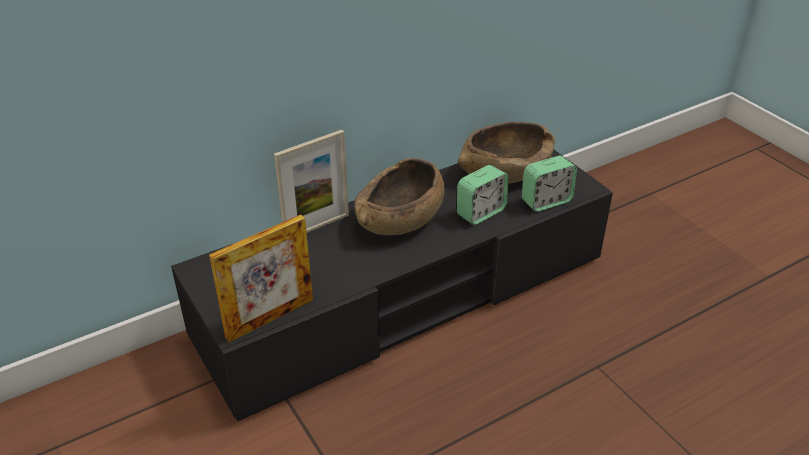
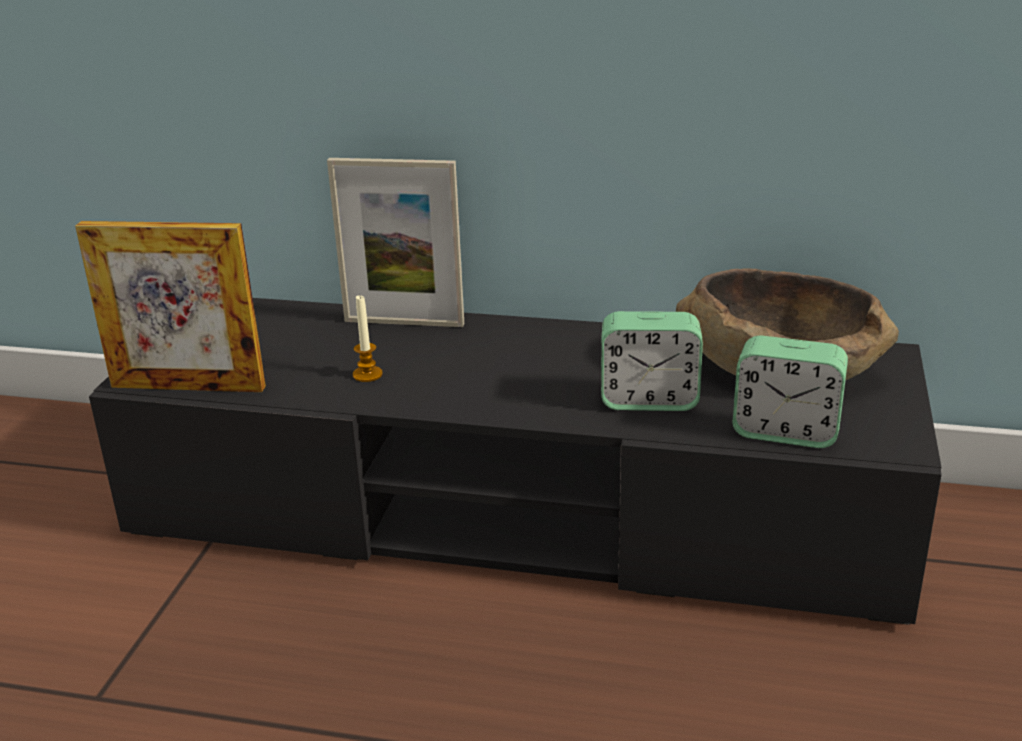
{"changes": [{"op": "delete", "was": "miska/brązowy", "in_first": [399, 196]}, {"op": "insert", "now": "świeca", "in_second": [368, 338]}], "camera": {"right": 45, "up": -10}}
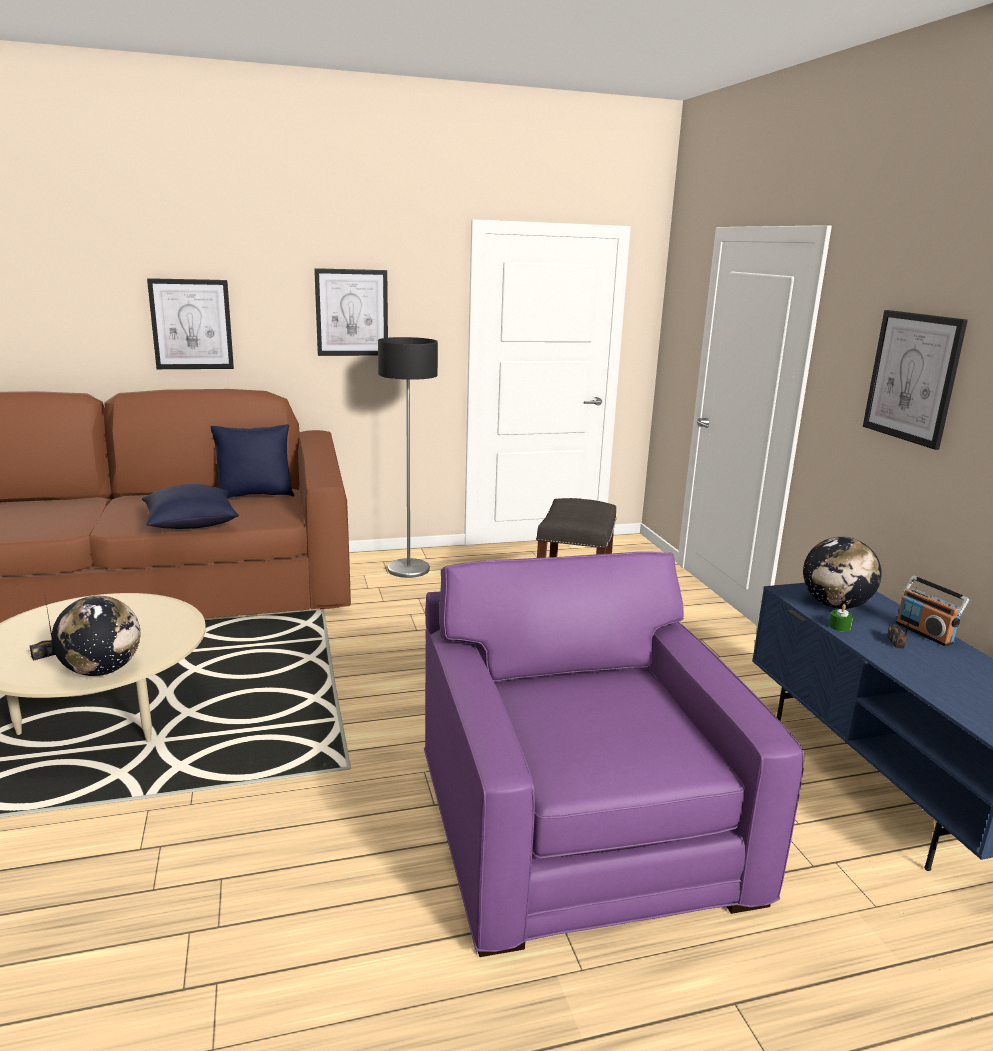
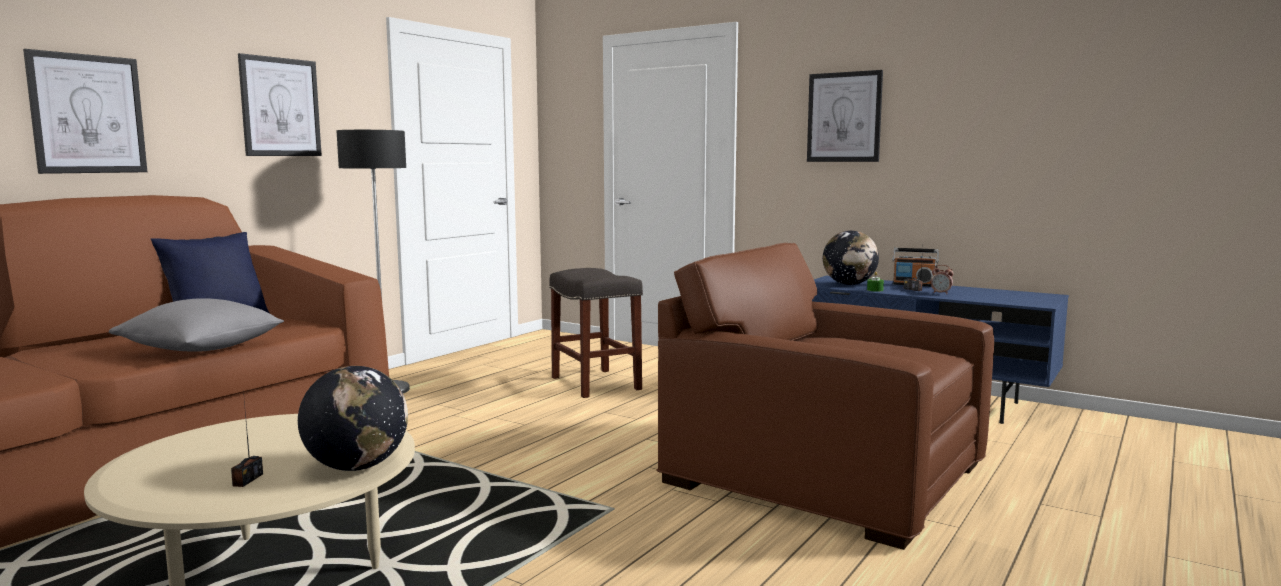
{"changes": [{"op": "recolor", "was": "poduszka/niebieski", "now": "poduszka/szary", "in_first": [190, 506], "in_second": [196, 325]}, {"op": "recolor", "was": "fotel/fioletowy", "now": "fotel/brązowy", "in_first": [614, 754], "in_second": [825, 396]}, {"op": "insert", "now": "budzik", "in_second": [942, 279]}], "camera": {"right": -40, "up": -10}}
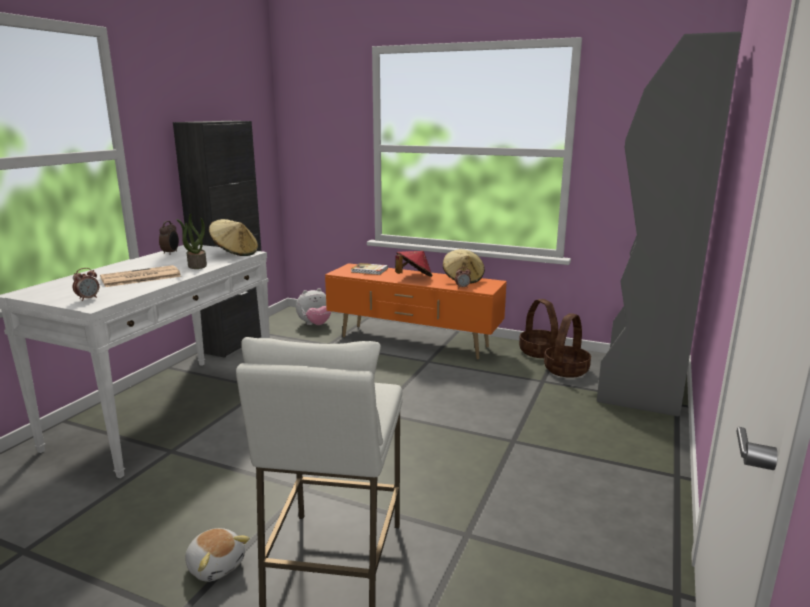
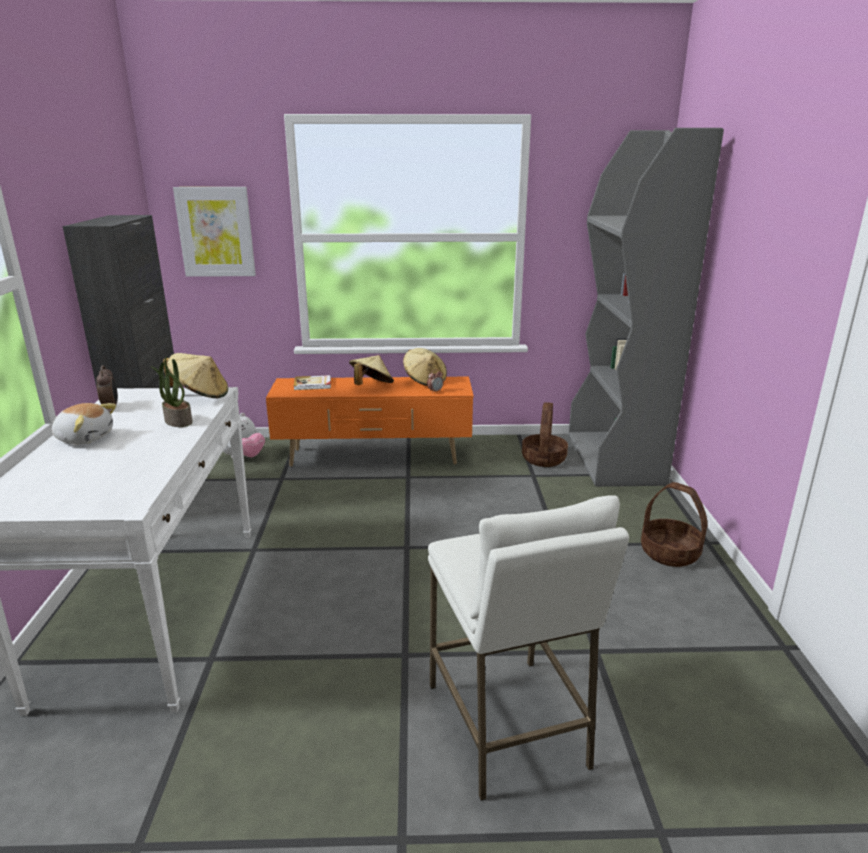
{"changes": [{"op": "delete", "was": "budzik", "in_first": [86, 284]}, {"op": "delete", "was": "gazeta", "in_first": [140, 276]}, {"op": "move", "was": "pluszak", "in_first": [217, 555], "in_second": [84, 424]}, {"op": "recolor", "was": "kapelusz/czerwony", "now": "kapelusz/beżowy", "in_first": [413, 264], "in_second": [371, 370]}, {"op": "move", "was": "koszyk", "in_first": [538, 328], "in_second": [674, 524]}, {"op": "insert", "now": "obraz", "in_second": [214, 232]}], "camera": {"right": -25, "up": 5}}
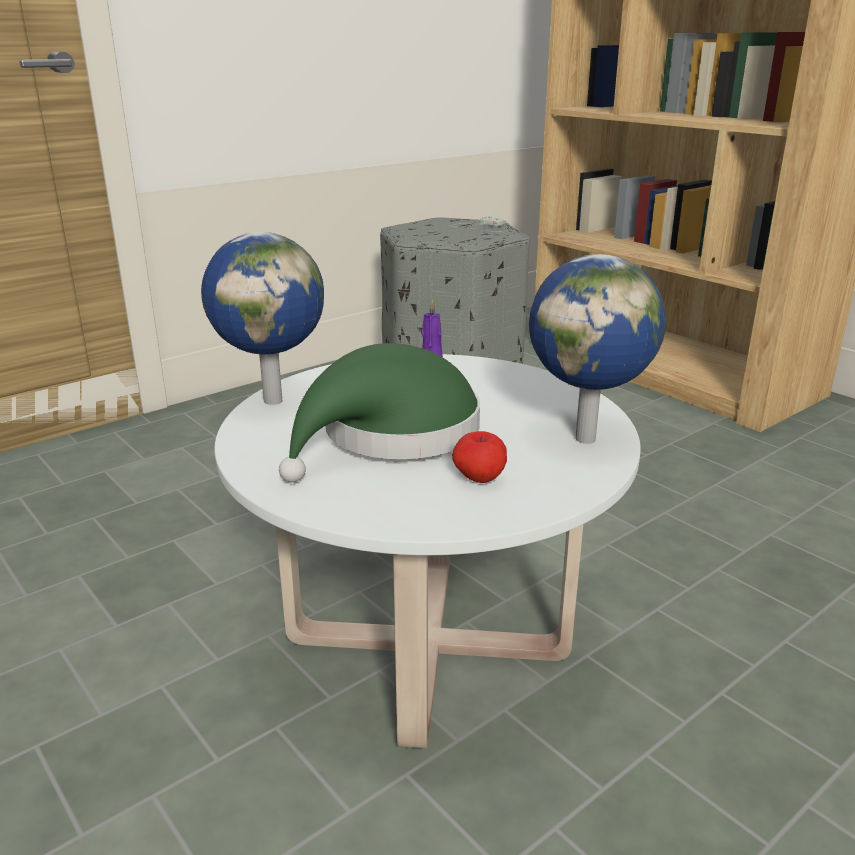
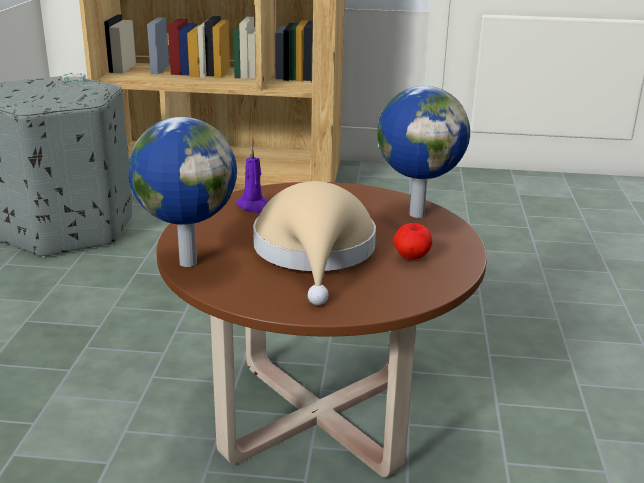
{"changes": [{"op": "recolor", "was": "ława/biały", "now": "ława/brązowy", "in_first": [427, 551], "in_second": [322, 329]}, {"op": "recolor", "was": "kapelusz/zielony", "now": "kapelusz/beżowy", "in_first": [379, 412], "in_second": [314, 243]}], "camera": {"right": -45, "up": 0}}
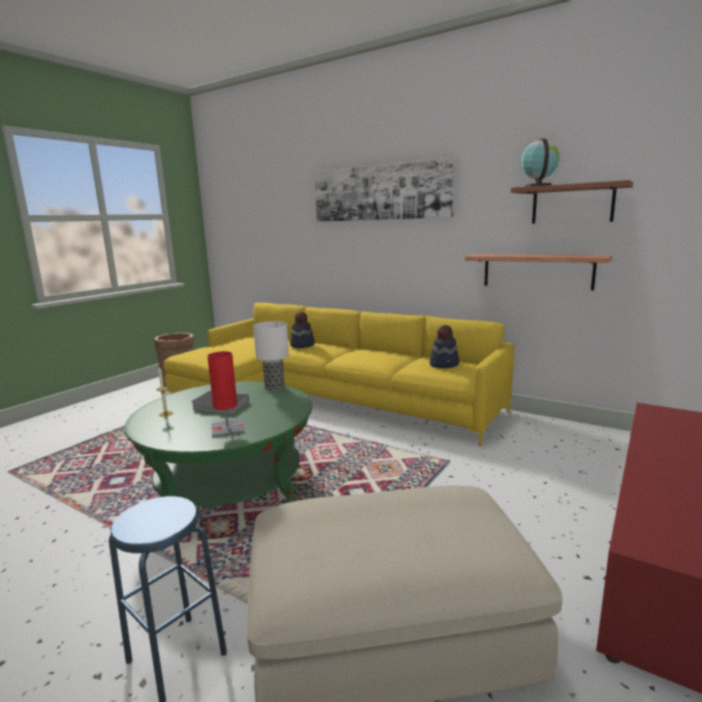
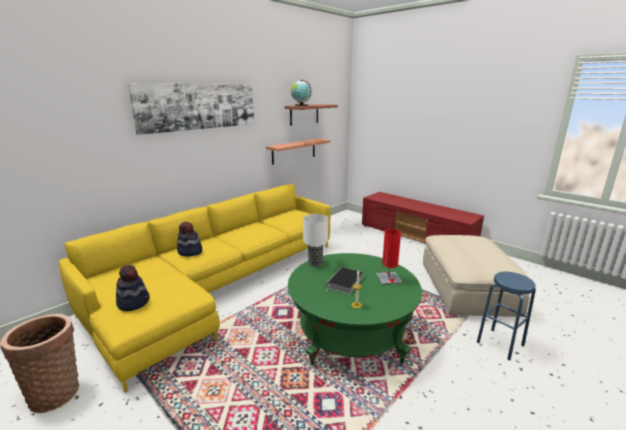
{"changes": [{"op": "move", "was": "kapelusz", "in_first": [445, 346], "in_second": [133, 288]}], "camera": {"right": -80, "up": 5}}
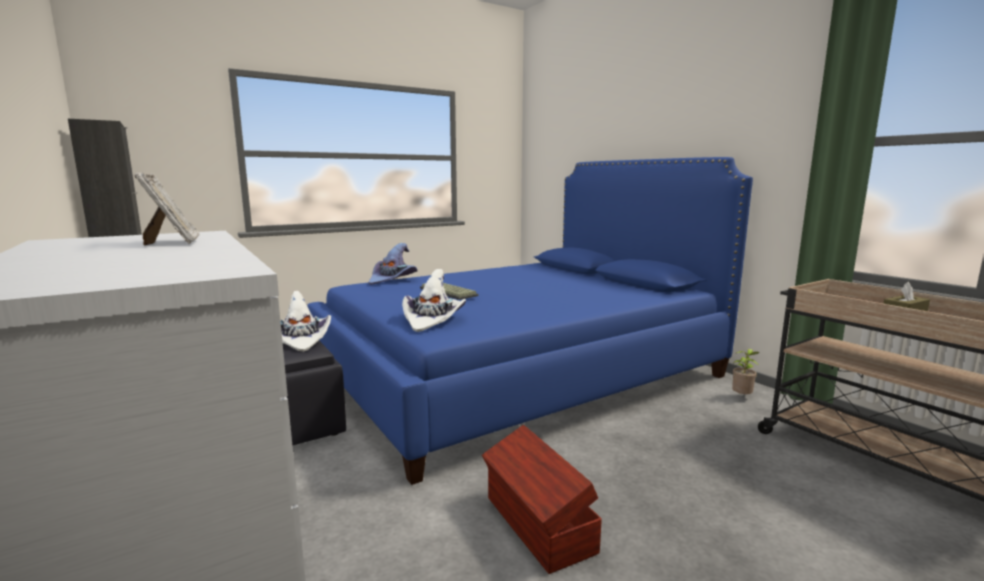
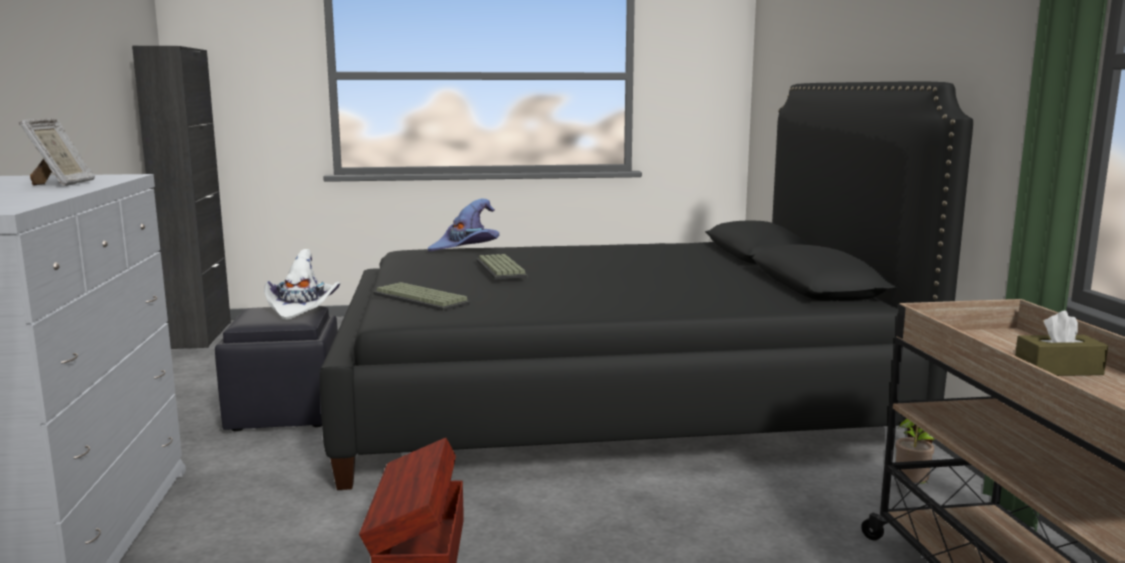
{"changes": [{"op": "recolor", "was": "łóżko/niebieski", "now": "łóżko/czarny", "in_first": [530, 321], "in_second": [646, 286]}, {"op": "replace", "was": "kapelusz/biały", "now": "klawiatura", "in_first": [434, 300], "in_second": [422, 296]}], "camera": {"right": 25, "up": 0}}
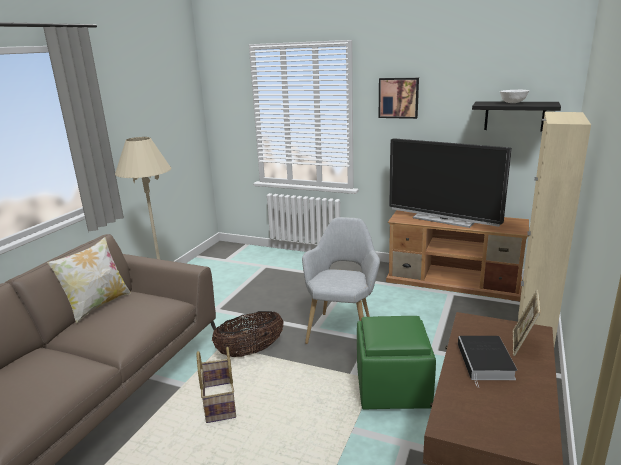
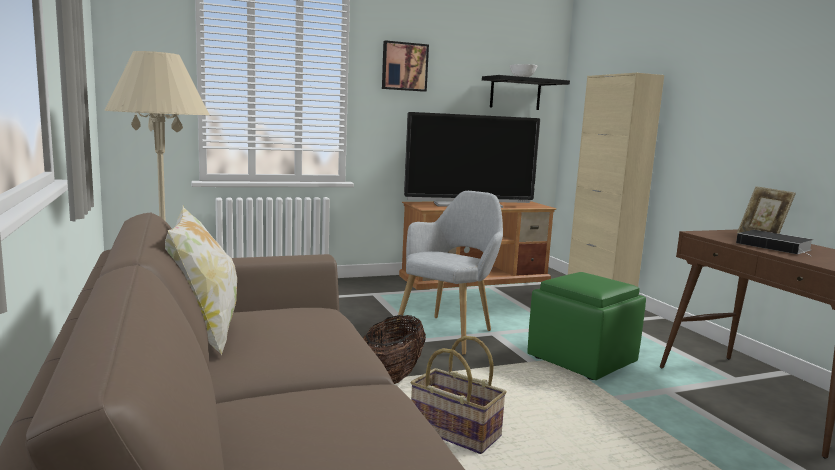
{"changes": [{"op": "rotate", "was": "fotel/szary", "in_first": [341, 280], "in_second": [449, 273], "clockwise": 60}], "camera": {"right": -45, "up": -10}}
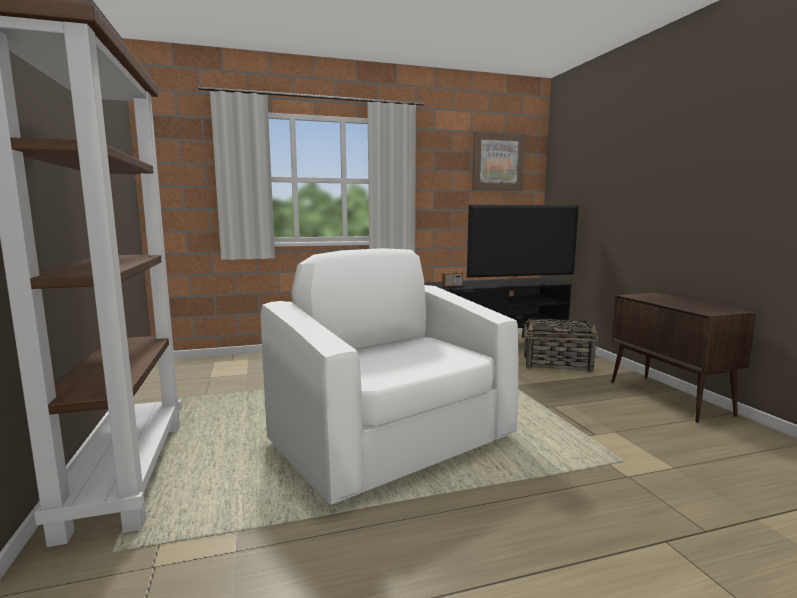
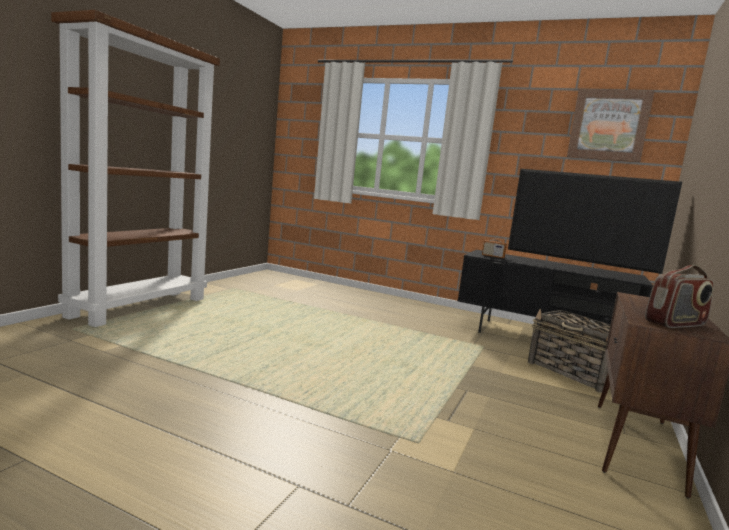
{"changes": [{"op": "delete", "was": "fotel/biały", "in_first": [389, 376]}, {"op": "insert", "now": "radio", "in_second": [679, 296]}], "camera": {"right": 40, "up": 0}}
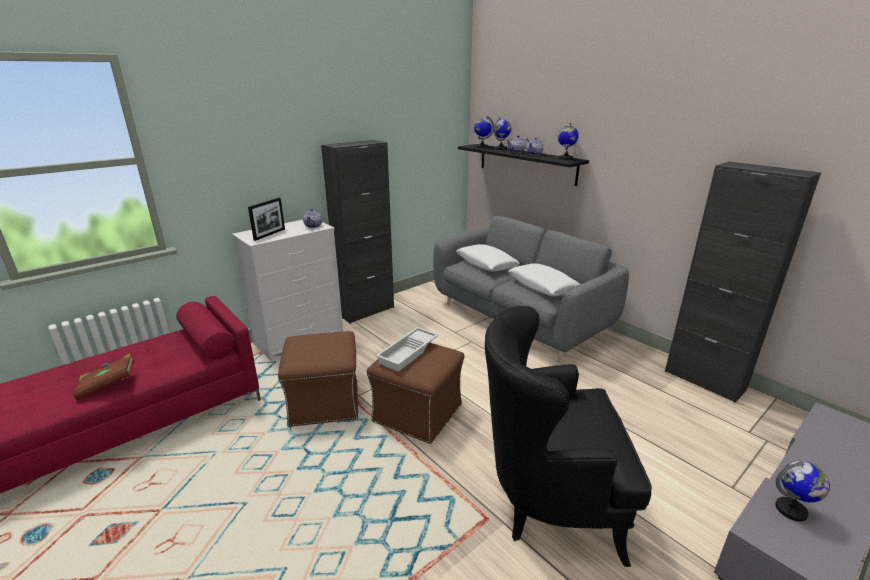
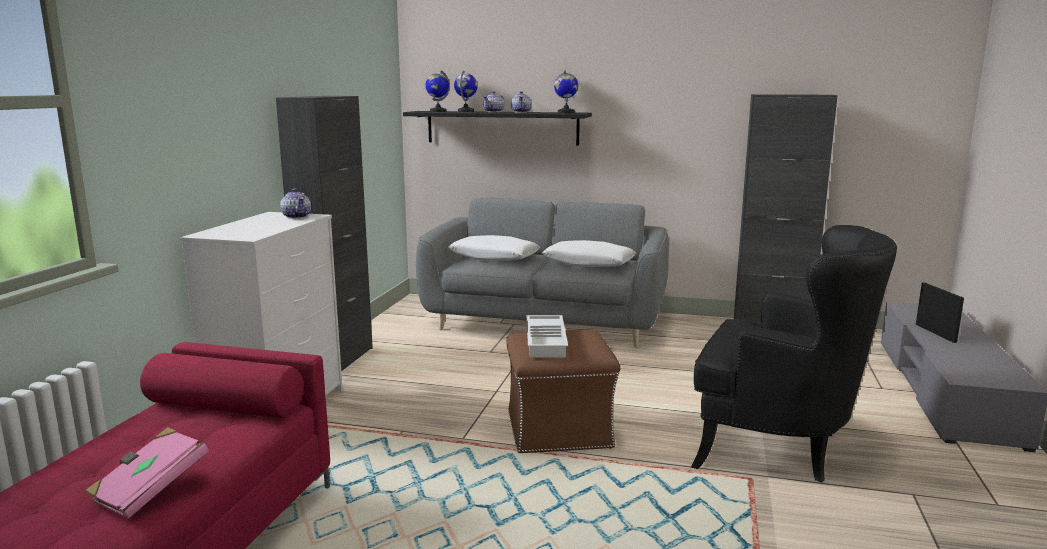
{"changes": [{"op": "recolor", "was": "książka/brązowy", "now": "książka/różowy", "in_first": [104, 376], "in_second": [147, 473]}, {"op": "move", "was": "ramka na zdjęcie", "in_first": [266, 219], "in_second": [940, 312]}, {"op": "delete", "was": "pufa/brązowy", "in_first": [318, 379]}, {"op": "rotate", "was": "fotel/czarny", "in_first": [568, 436], "in_second": [794, 354], "clockwise": -120}, {"op": "delete", "was": "globus", "in_first": [802, 491]}], "camera": {"right": -35, "up": -10}}
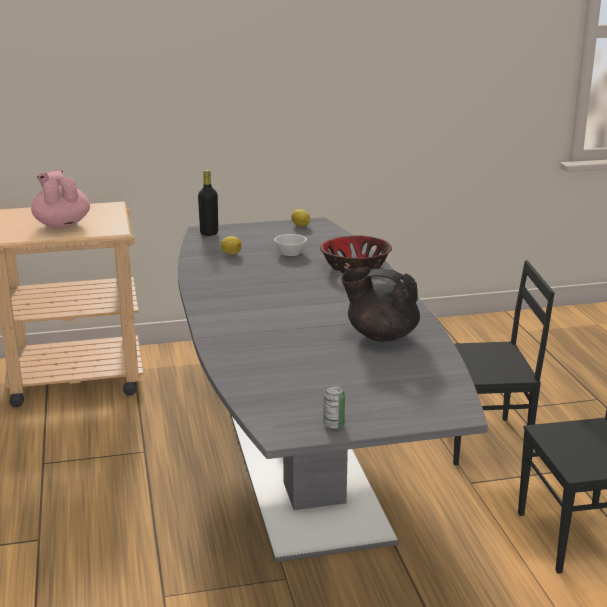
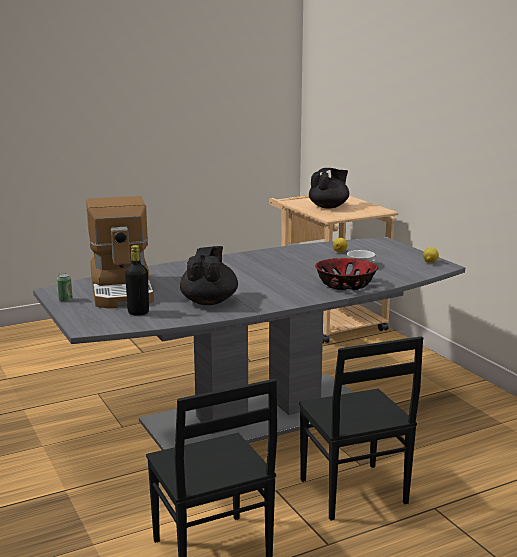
{"changes": [{"op": "recolor", "was": "imbryk/różowy", "now": "imbryk/czarny", "in_first": [60, 198], "in_second": [329, 188]}, {"op": "move", "was": "butelka/czarny", "in_first": [208, 203], "in_second": [137, 280]}, {"op": "insert", "now": "ekspres do kawy", "in_second": [120, 252]}], "camera": {"right": 75, "up": -5}}
